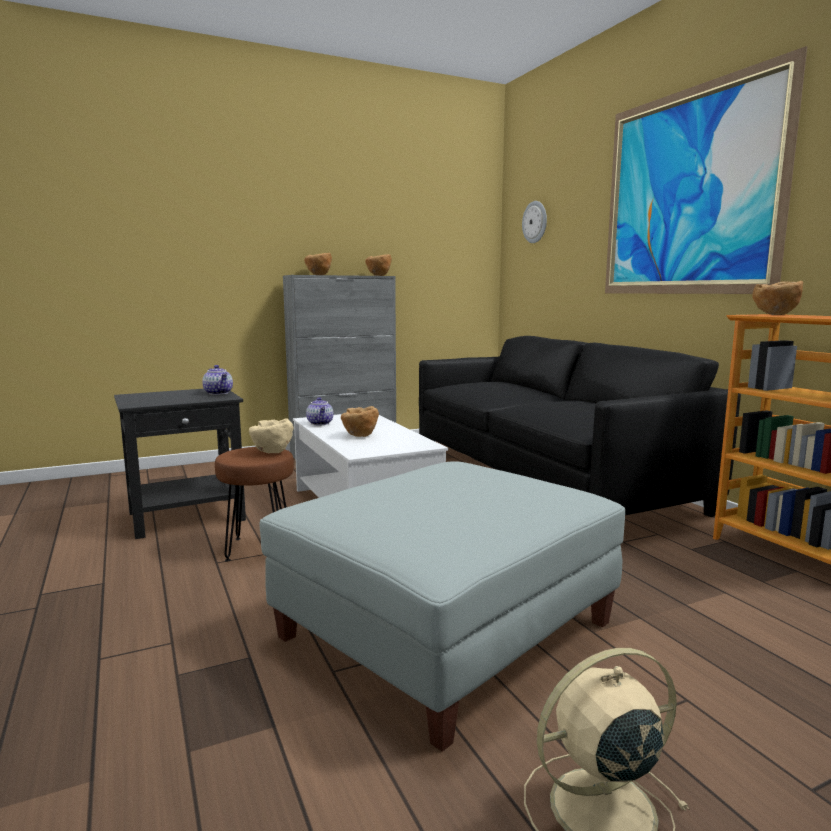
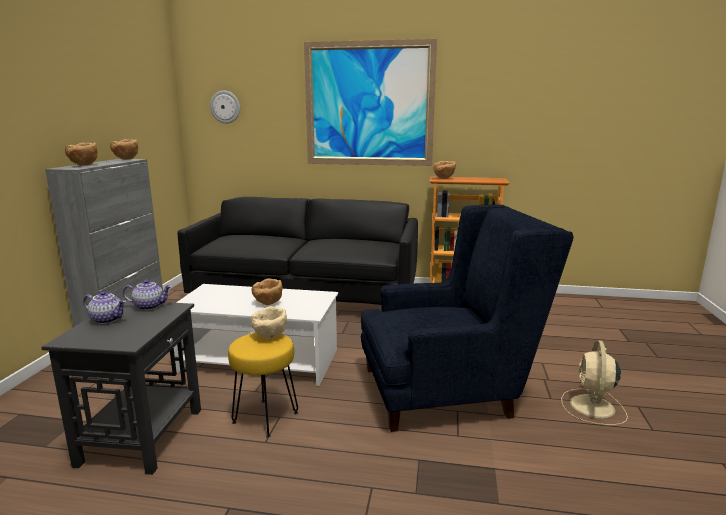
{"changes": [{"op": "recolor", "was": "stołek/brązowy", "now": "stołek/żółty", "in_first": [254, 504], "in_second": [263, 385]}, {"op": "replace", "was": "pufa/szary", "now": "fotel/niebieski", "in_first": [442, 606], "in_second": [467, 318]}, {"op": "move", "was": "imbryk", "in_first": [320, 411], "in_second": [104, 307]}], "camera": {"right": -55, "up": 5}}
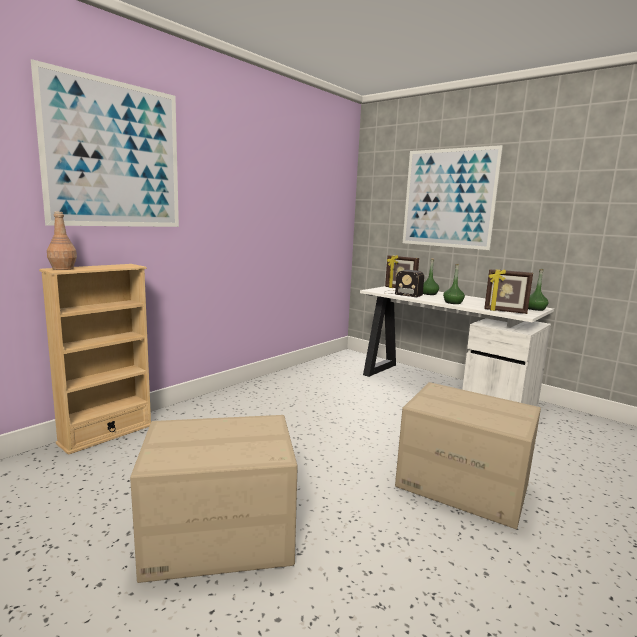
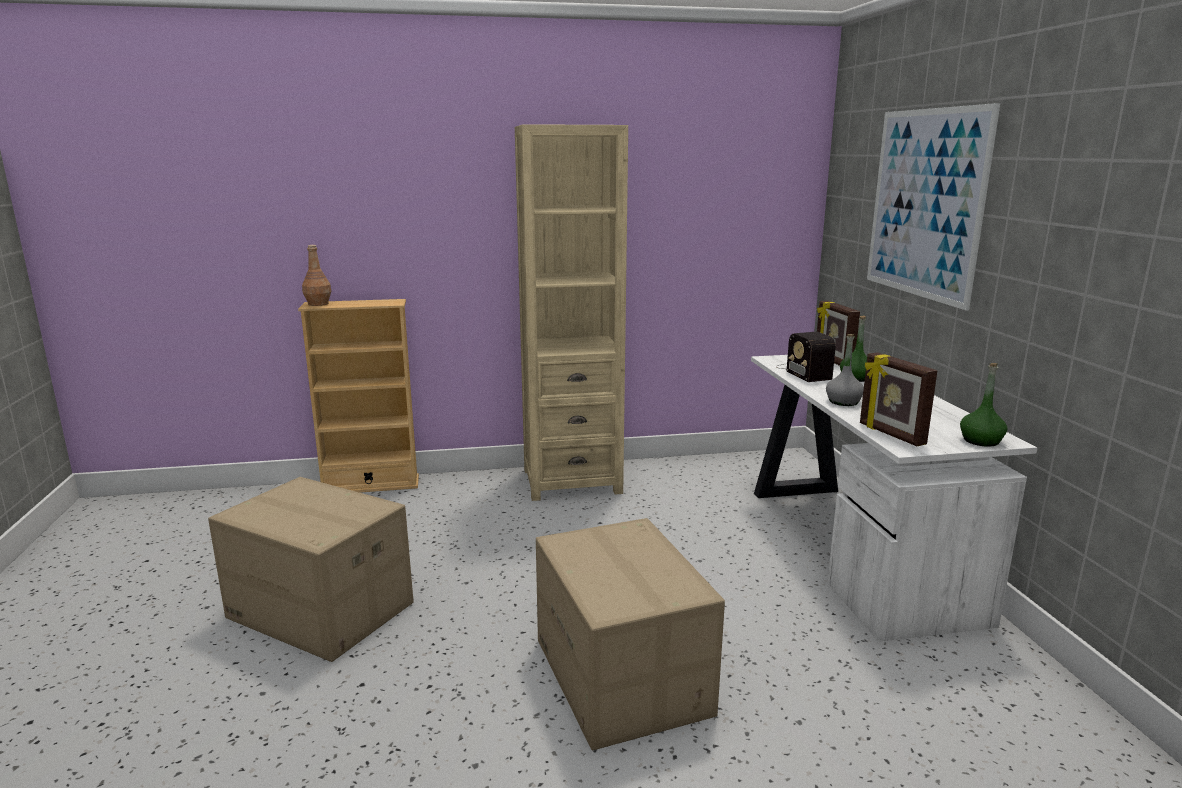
{"changes": [{"op": "delete", "was": "obraz", "in_first": [105, 143]}, {"op": "recolor", "was": "butelka/zielony", "now": "butelka/szary", "in_first": [454, 284], "in_second": [845, 370]}, {"op": "insert", "now": "regał/beżowy", "in_second": [571, 312]}], "camera": {"right": 40, "up": 5}}
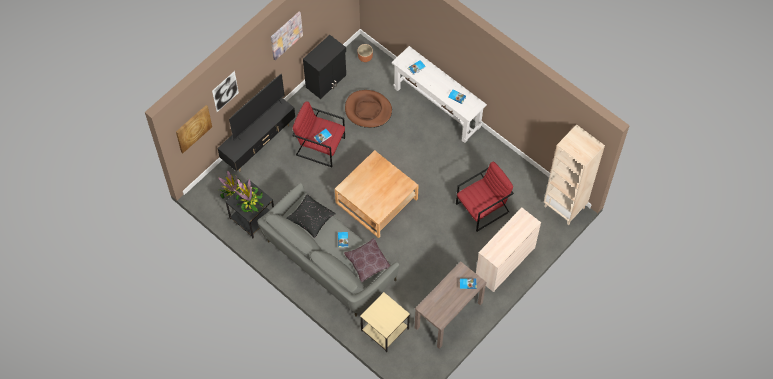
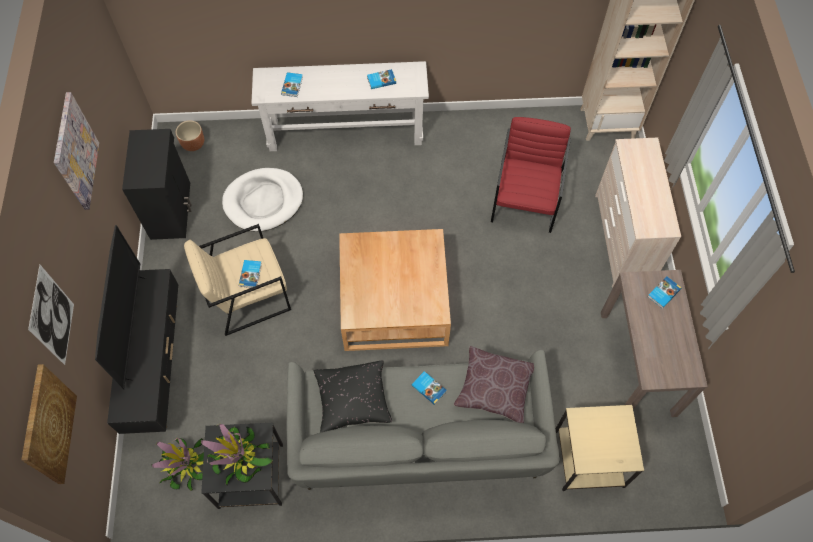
{"changes": [{"op": "recolor", "was": "fotel/czerwony", "now": "fotel/beżowy", "in_first": [318, 134], "in_second": [237, 280]}, {"op": "recolor", "was": "legowisko/brązowy", "now": "legowisko/biały", "in_first": [368, 109], "in_second": [262, 200]}], "camera": {"right": -45, "up": 0}}
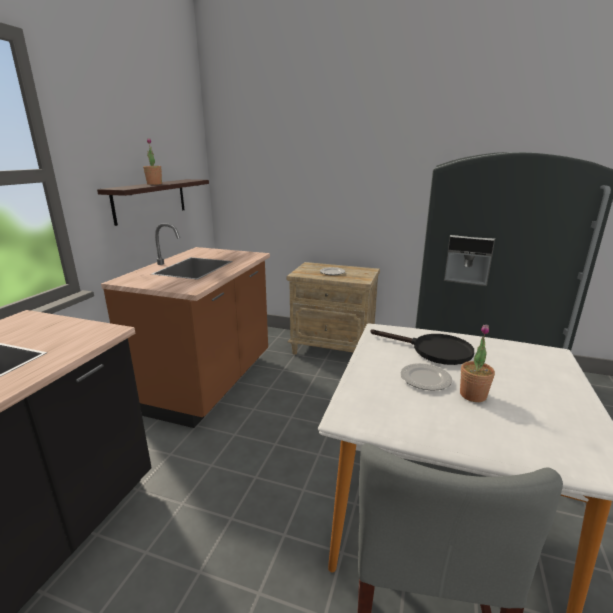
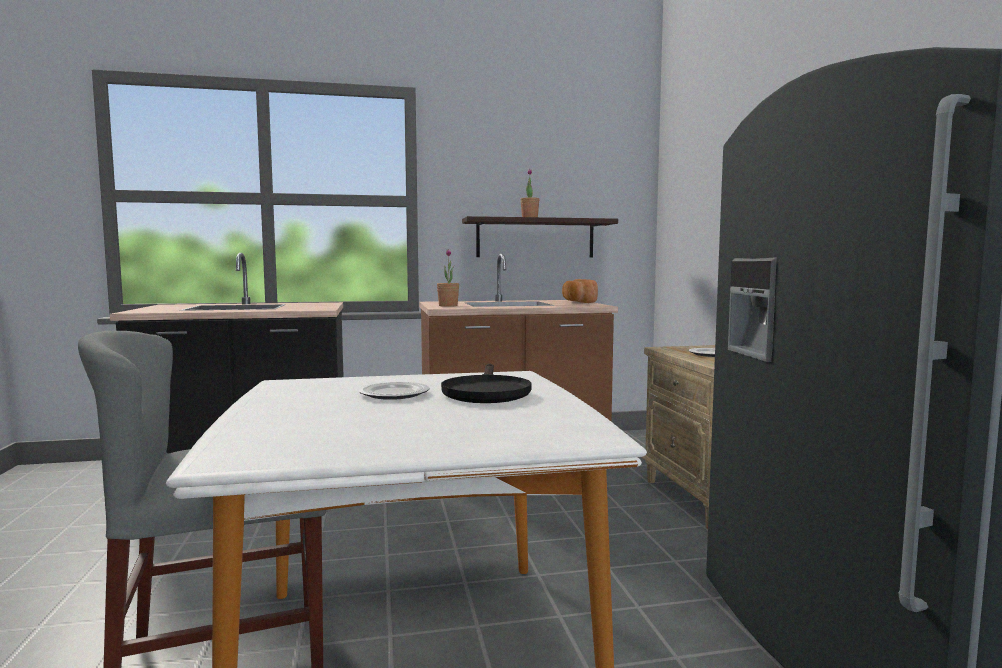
{"changes": [{"op": "move", "was": "roślina doniczkowa", "in_first": [477, 363], "in_second": [448, 278]}, {"op": "insert", "now": "chleb", "in_second": [580, 291]}], "camera": {"right": 60, "up": -15}}
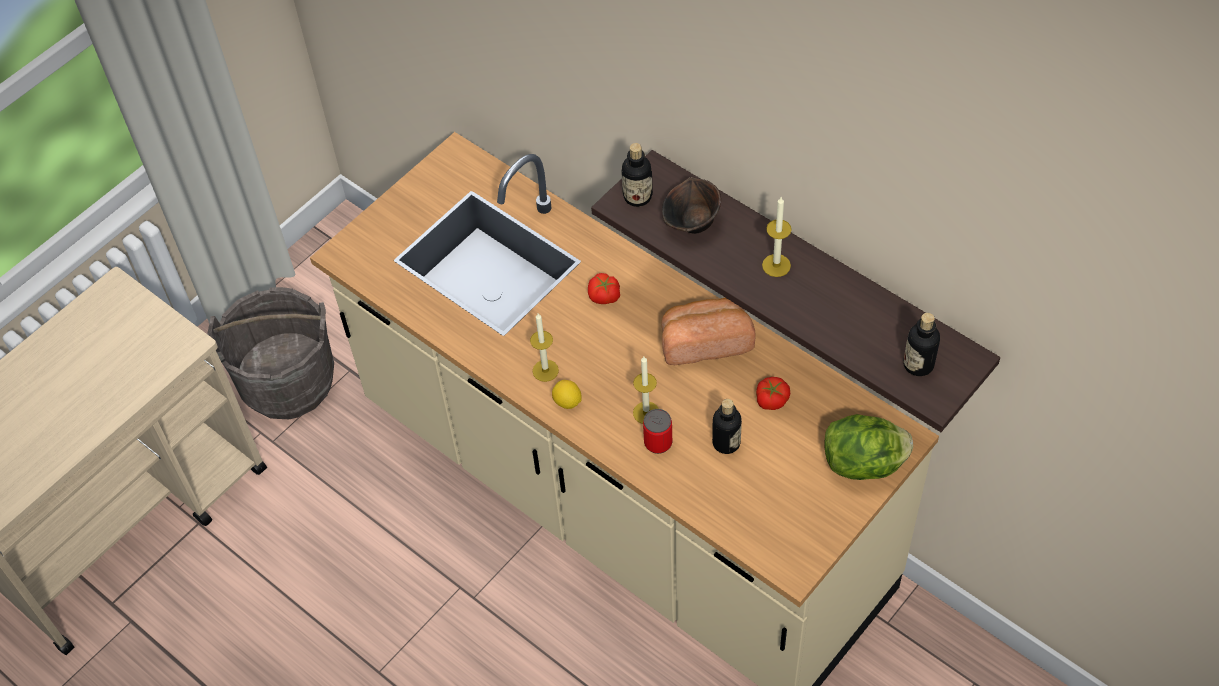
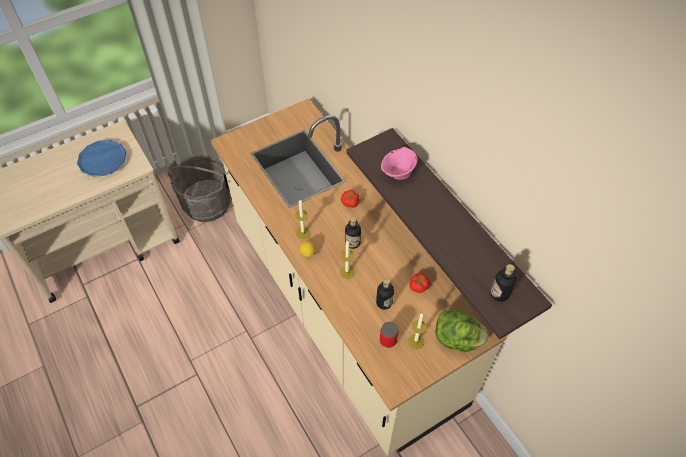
{"changes": [{"op": "move", "was": "butelka", "in_first": [637, 175], "in_second": [353, 233]}, {"op": "move", "was": "puszka", "in_first": [657, 431], "in_second": [389, 335]}, {"op": "delete", "was": "chleb", "in_first": [708, 331]}, {"op": "recolor", "was": "miska/brązowy", "now": "miska/różowy", "in_first": [691, 205], "in_second": [399, 163]}, {"op": "move", "was": "świeca", "in_first": [777, 237], "in_second": [417, 331]}, {"op": "insert", "now": "talerz/niebieski", "in_second": [101, 158]}], "camera": {"right": 15, "up": 0}}
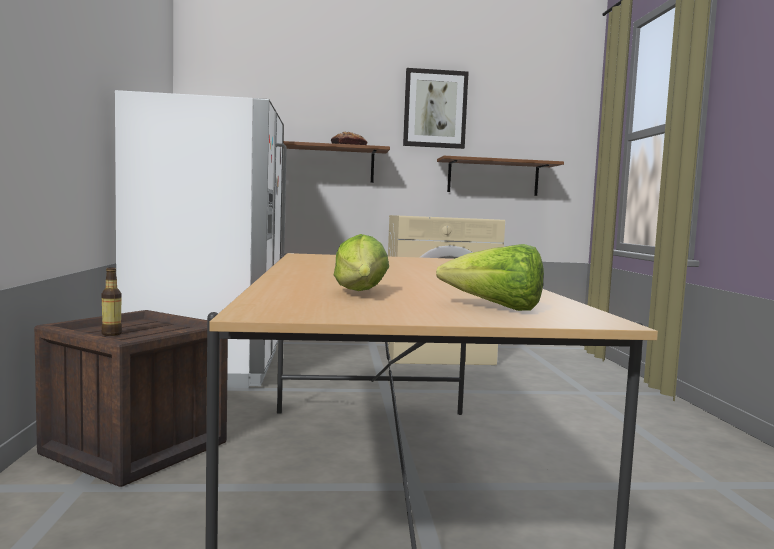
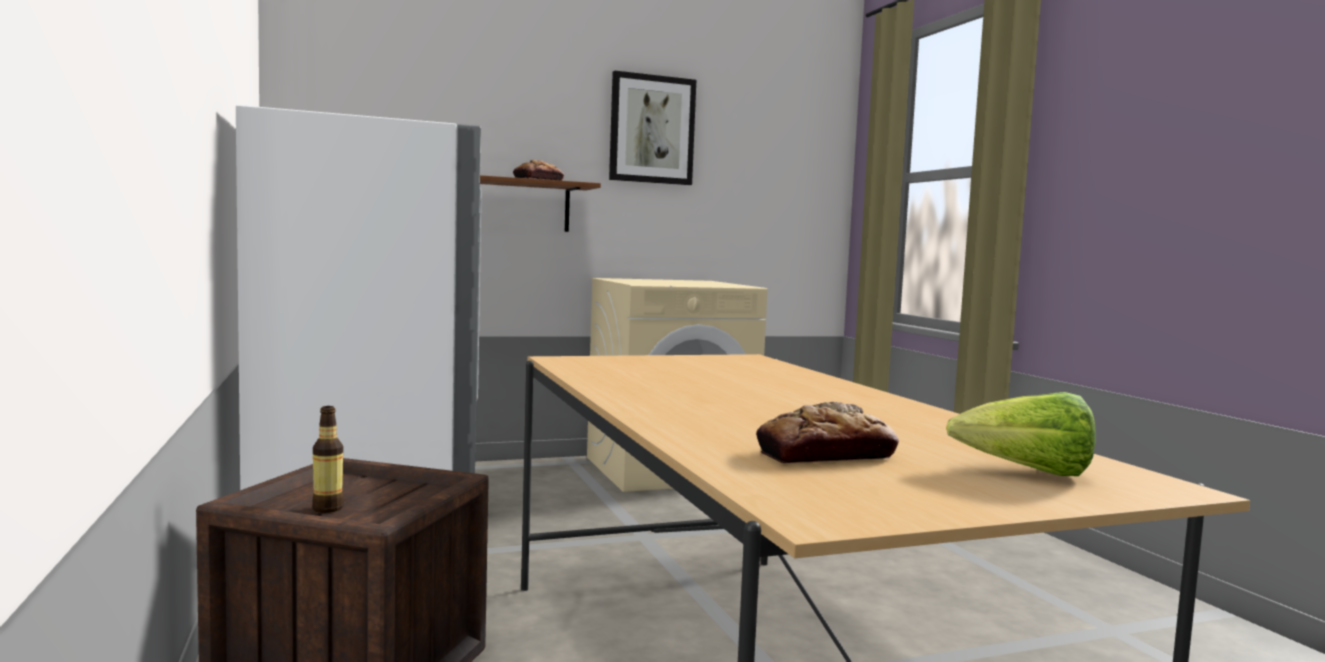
{"changes": [{"op": "replace", "was": "sałata", "now": "chleb", "in_first": [361, 262], "in_second": [827, 432]}, {"op": "delete", "was": "półka/brązowy", "in_first": [500, 176]}], "camera": {"right": -15, "up": 0}}
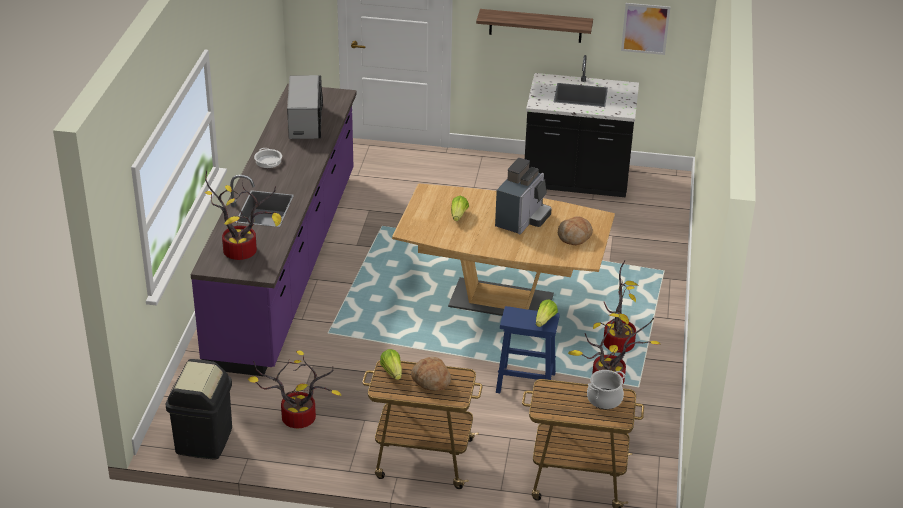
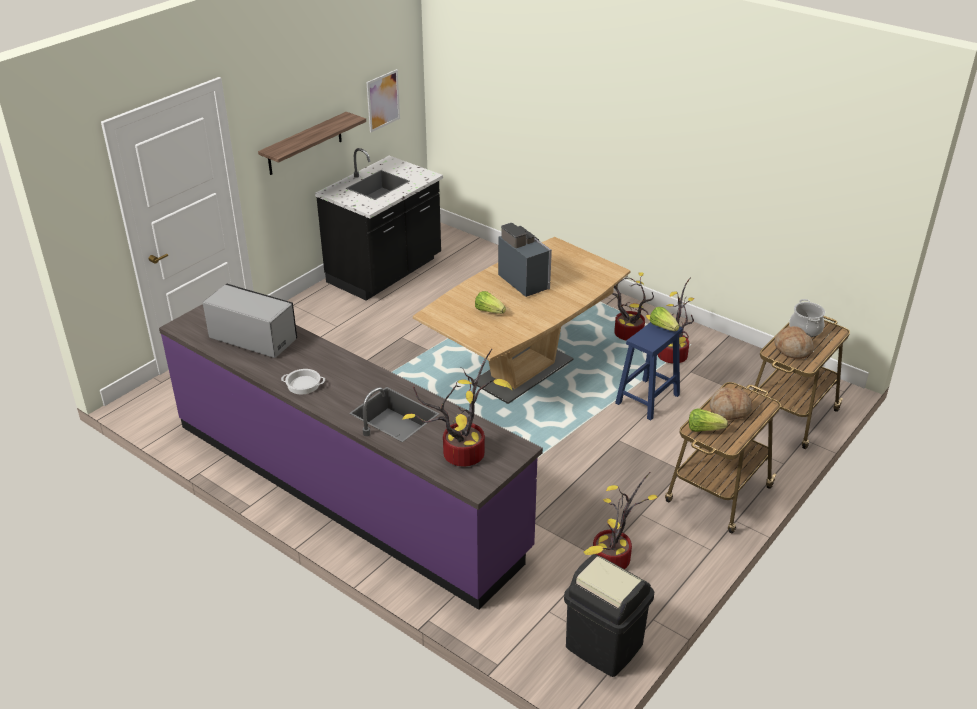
{"changes": [{"op": "move", "was": "chleb", "in_first": [575, 230], "in_second": [794, 342]}], "camera": {"right": -60, "up": 0}}
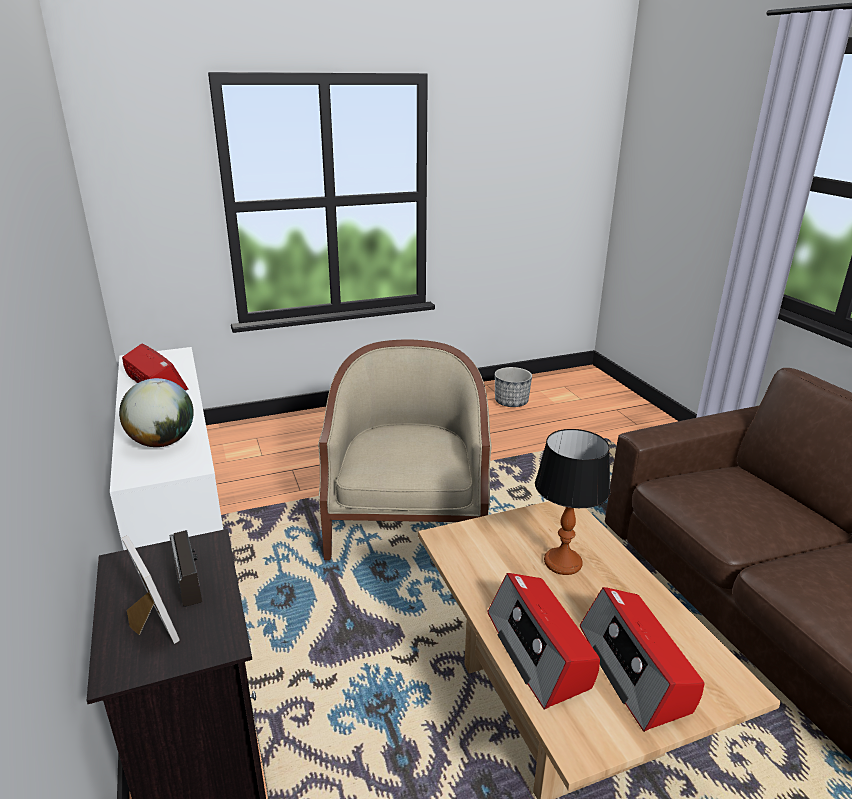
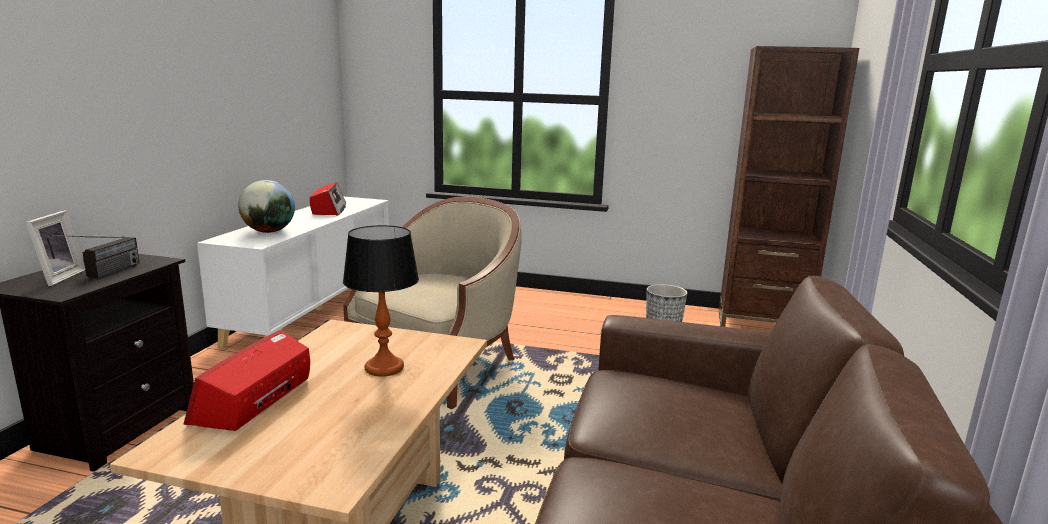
{"changes": [{"op": "delete", "was": "radio", "in_first": [642, 659]}, {"op": "insert", "now": "regał/brązowy", "in_second": [789, 189]}], "camera": {"right": 35, "up": -10}}
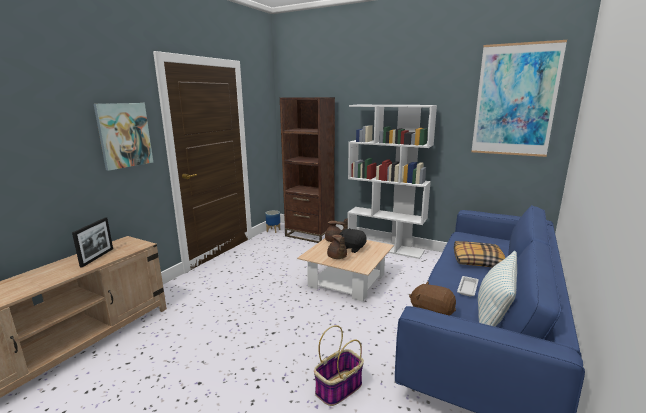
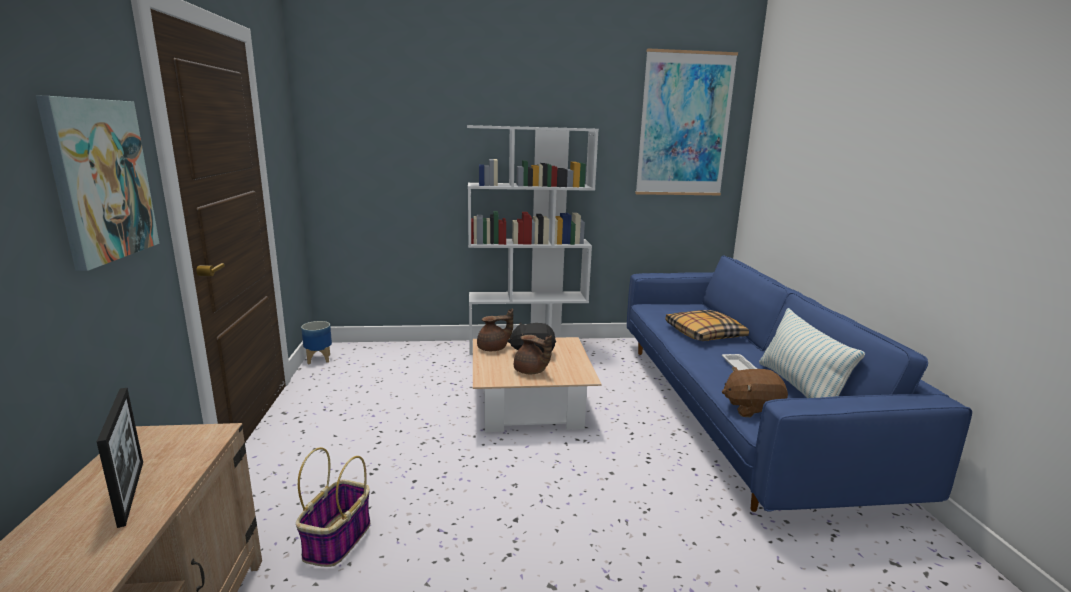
{"changes": [{"op": "delete", "was": "regał/brązowy", "in_first": [307, 170]}, {"op": "move", "was": "koszyk", "in_first": [339, 365], "in_second": [333, 507]}], "camera": {"right": -35, "up": 0}}
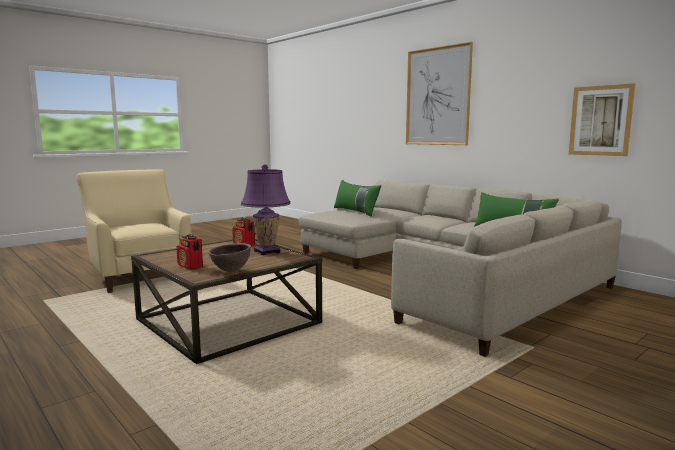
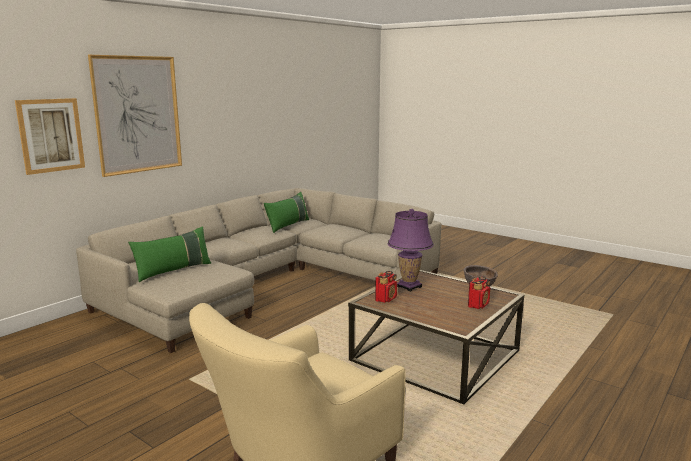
{"changes": [{"op": "move", "was": "obraz", "in_first": [602, 119], "in_second": [50, 136]}], "camera": {"right": -100, "up": 5}}
